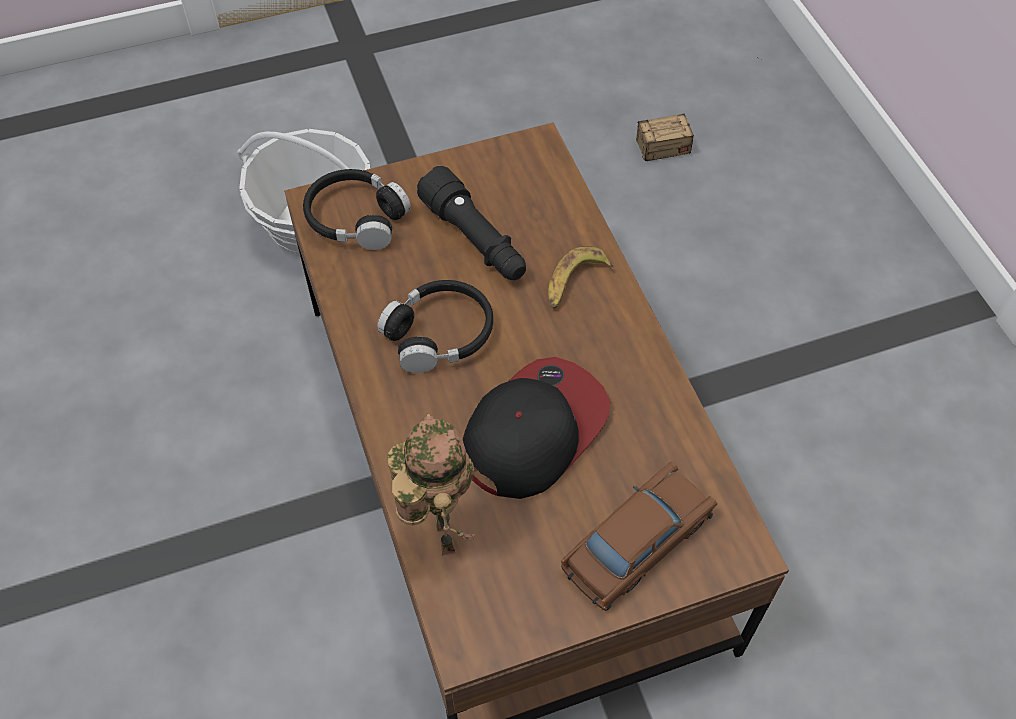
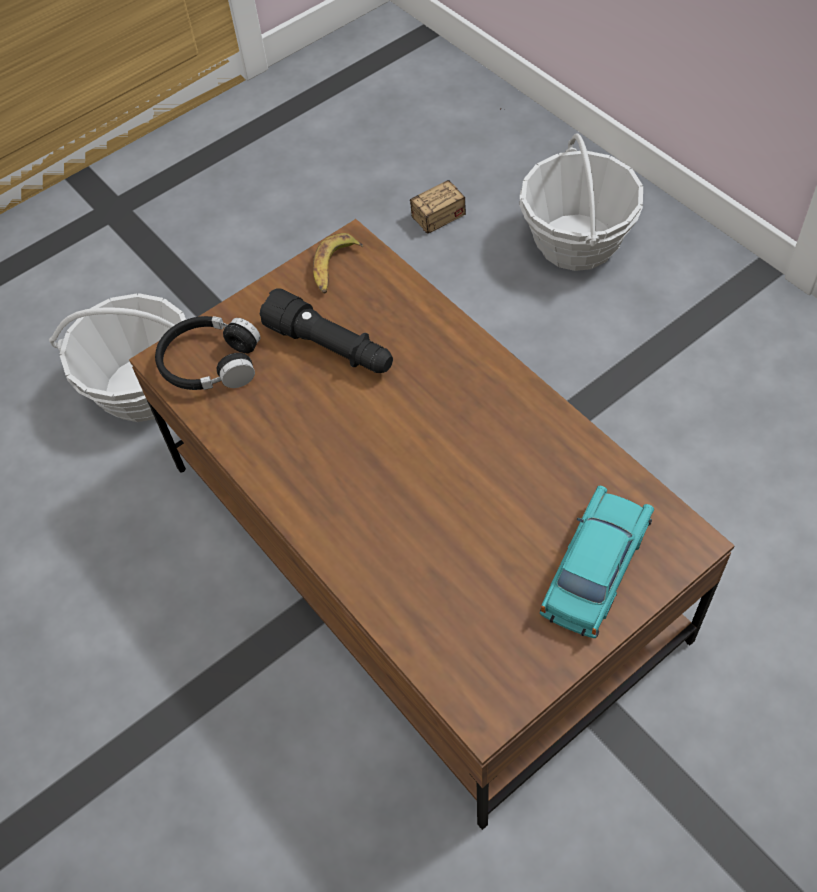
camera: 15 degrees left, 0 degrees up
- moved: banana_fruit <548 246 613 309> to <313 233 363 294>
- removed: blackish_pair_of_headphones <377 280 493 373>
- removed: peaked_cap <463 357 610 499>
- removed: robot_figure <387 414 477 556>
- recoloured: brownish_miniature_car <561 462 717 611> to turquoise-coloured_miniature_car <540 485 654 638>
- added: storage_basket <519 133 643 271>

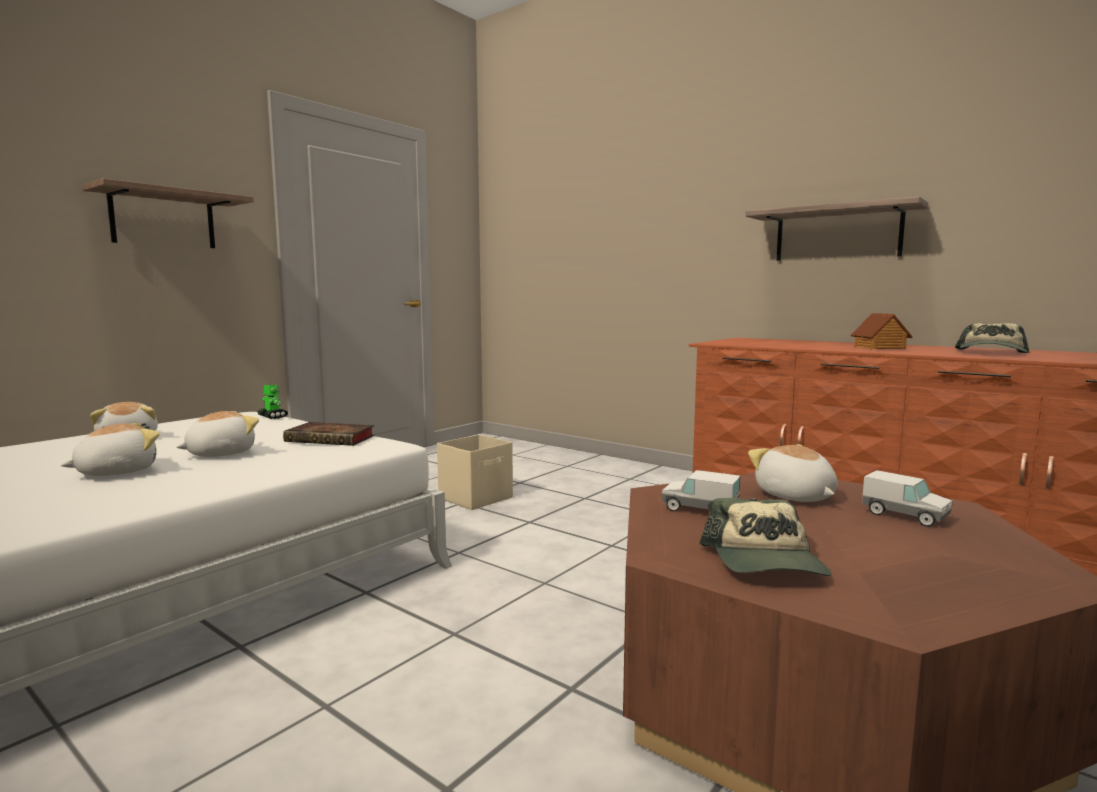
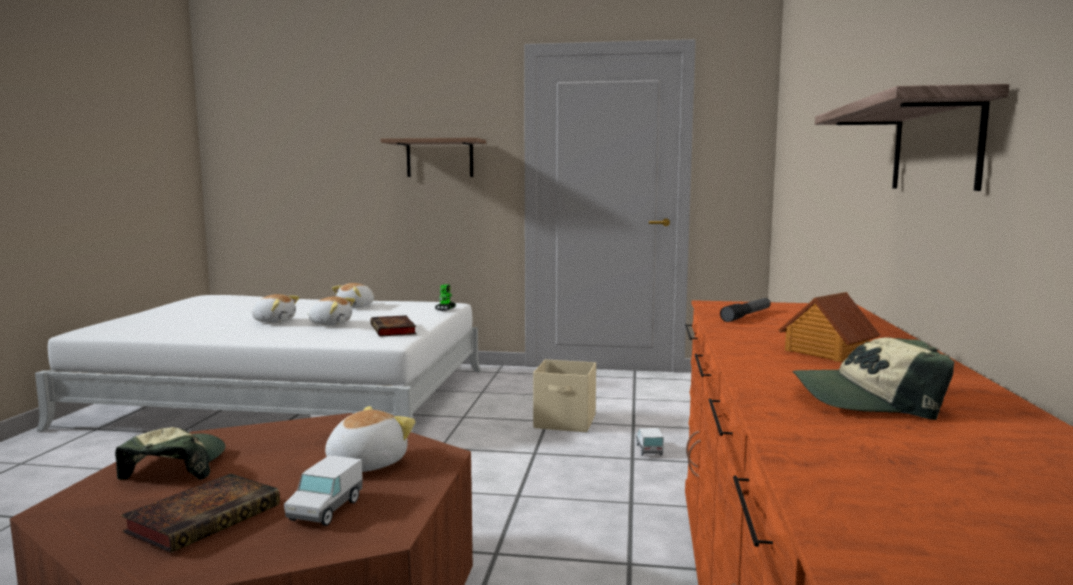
camera: 60 degrees right, 0 degrees up
- moved: toy_truck <662 470 741 511> to <636 428 664 455>
- turned: peaked_cap <699 497 832 576> = <115 427 226 480> 120 degrees clockwise
- added: torch <720 298 771 322>
- added: volume <121 474 280 553>

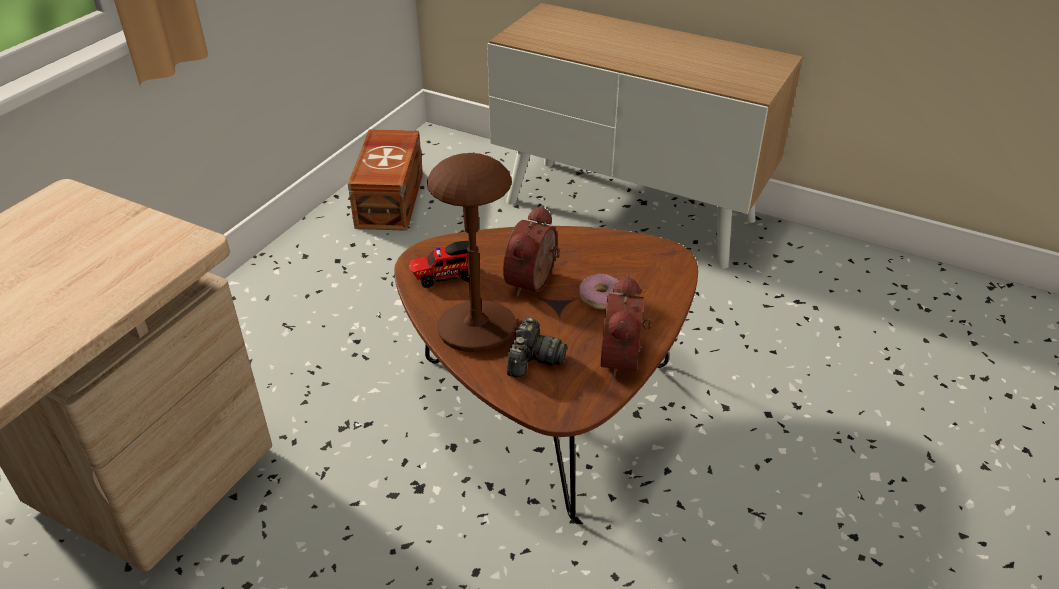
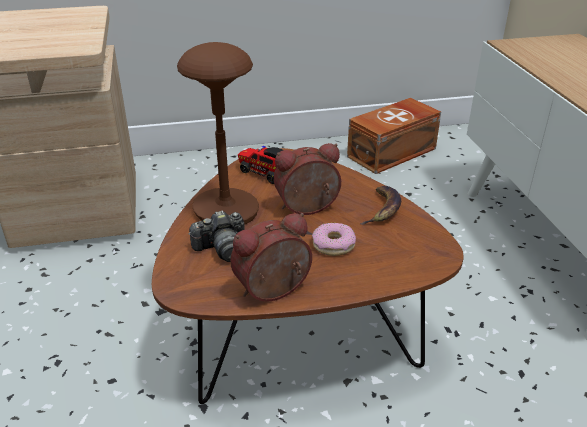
camera: 50 degrees right, 5 degrees down
- added: banana_fruit <360 186 401 225>

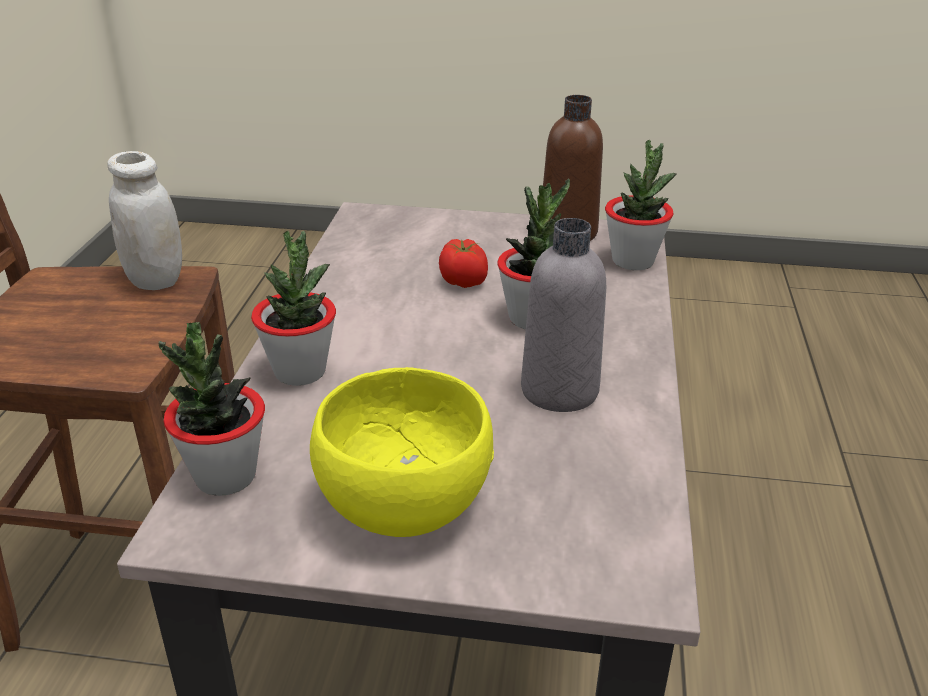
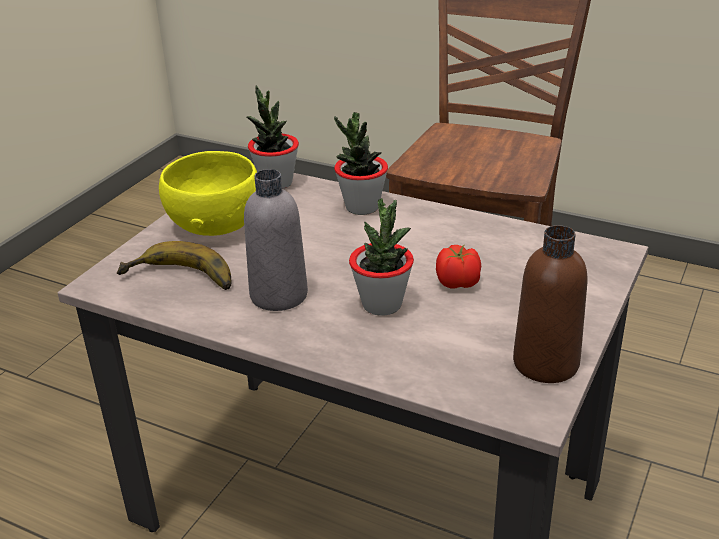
camera: 110 degrees right, 0 degrees up
- removed: potted_plant <605 140 677 270>
- removed: whitish_storage_jar <108 151 182 290>
- added: banana_fruit <117 241 231 290>

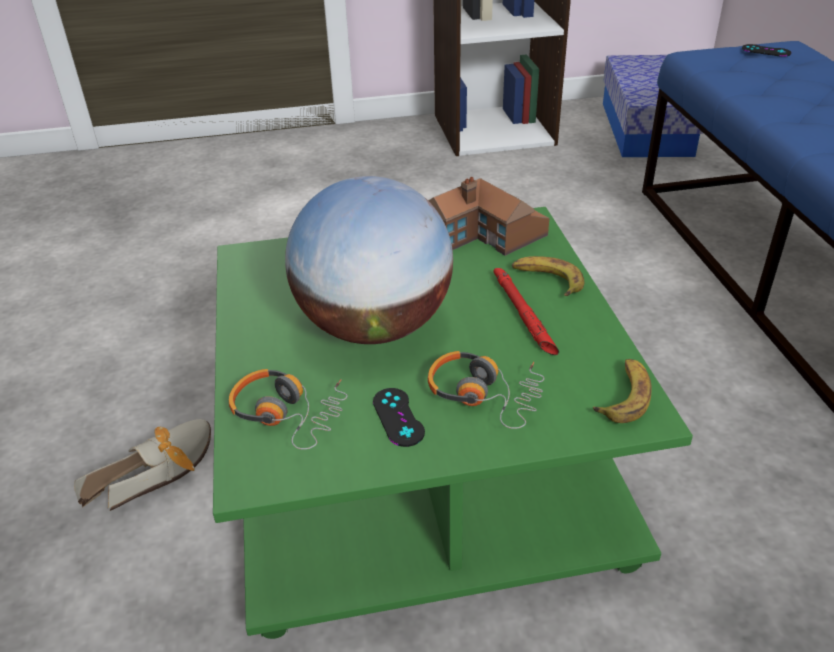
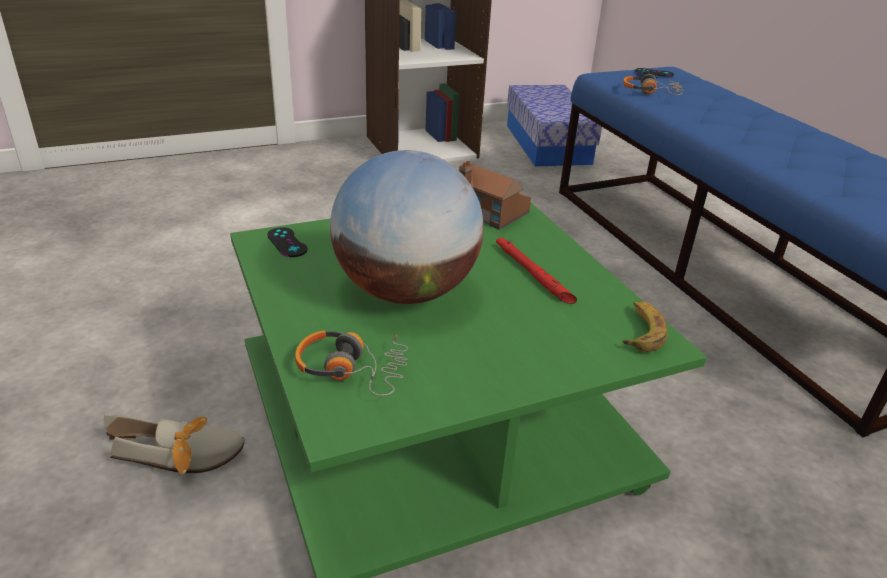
camera: 15 degrees left, 5 degrees down
- removed: banana_fruit <512 256 584 296>
- moved: pair_of_headphones <428 351 544 429> to <623 74 684 95>
- moved: blackish_gamepad <373 388 425 447> to <267 227 307 257>
- turned: shoe <74 419 211 511> = <104 414 245 475> 60 degrees clockwise

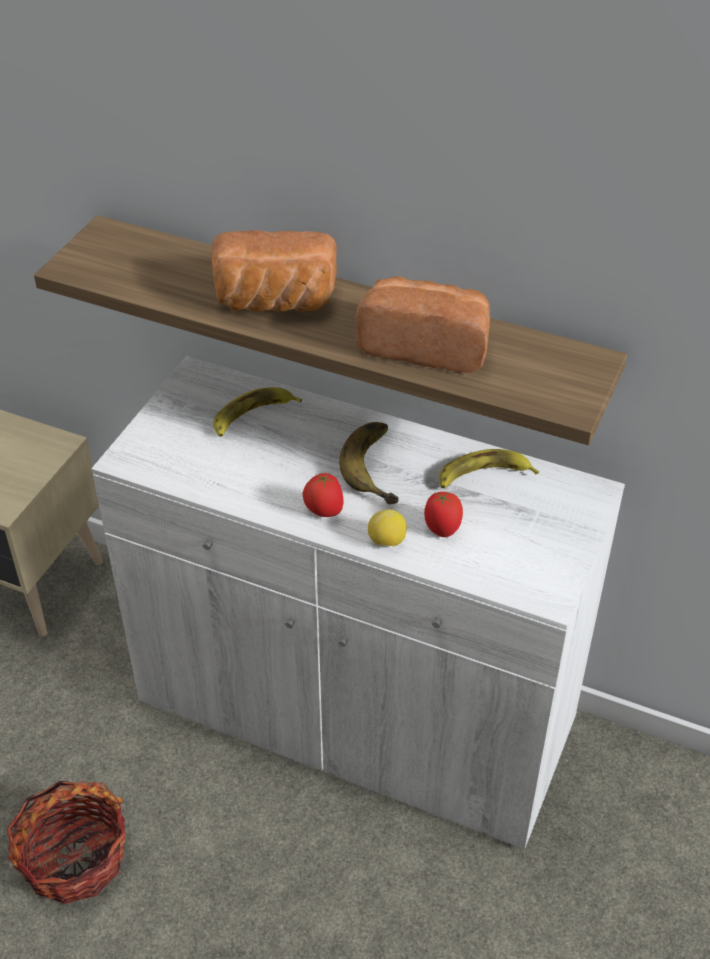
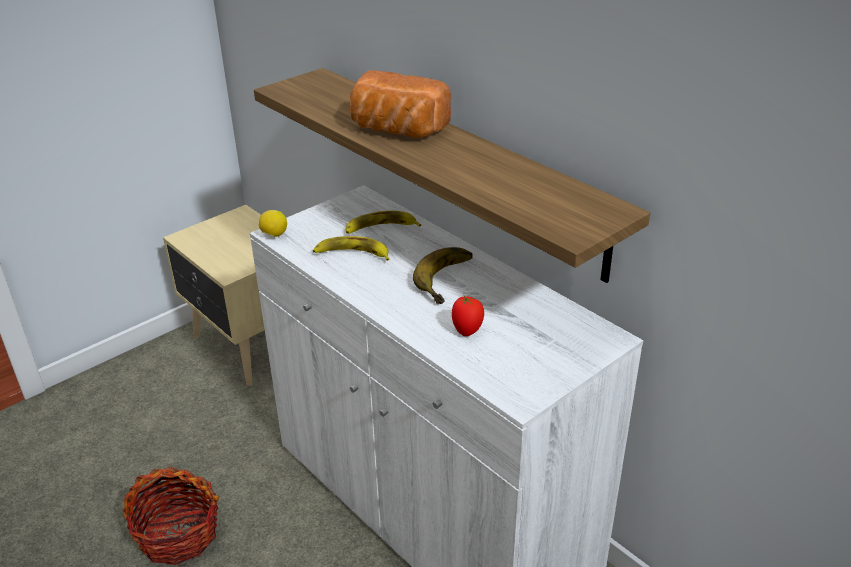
camera: 25 degrees right, 10 degrees down
- removed: baked_bread <355 276 490 373>
- moved: banana_fruit <439 449 539 488> to <313 236 389 261>
- removed: whole_tomato <302 473 344 517>
- moved: lemon <368 509 407 546> to <259 210 287 237>

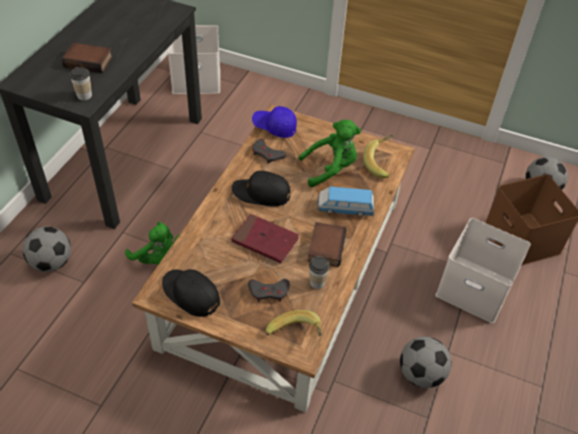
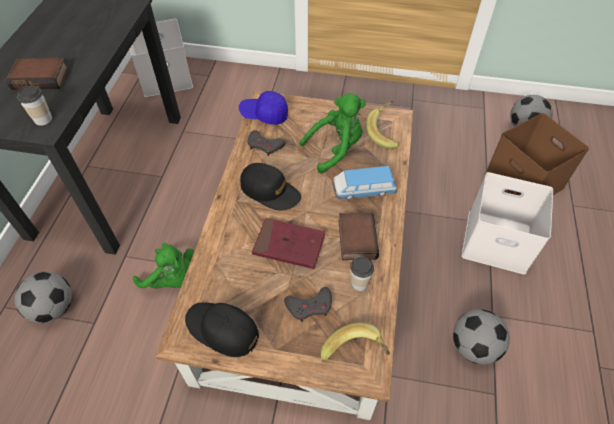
camera: 10 degrees left, 5 degrees up
- turned: blackish_peaked_cap <232 171 290 207> = <240 163 301 211> 150 degrees counterclockwise

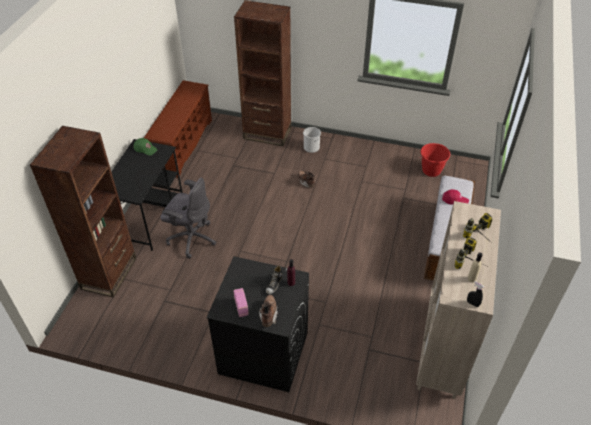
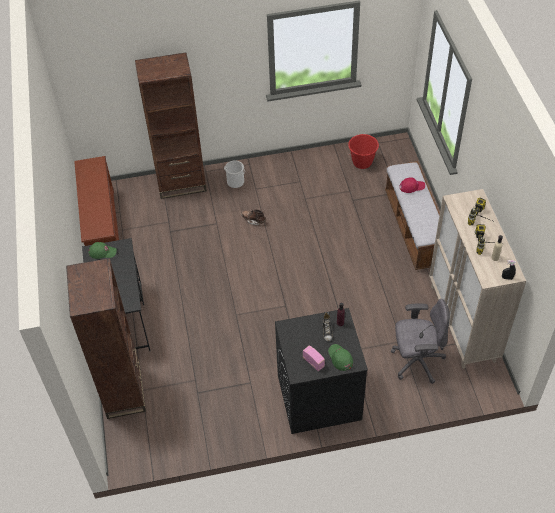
camera: 25 degrees left, 5 degrees up
- moved: grey_desk_chair <160 178 216 259> to <391 299 450 384>
- replaced: brownish_tall_boot <259 295 278 327> to green-coloured_peaked_cap <328 344 353 371>

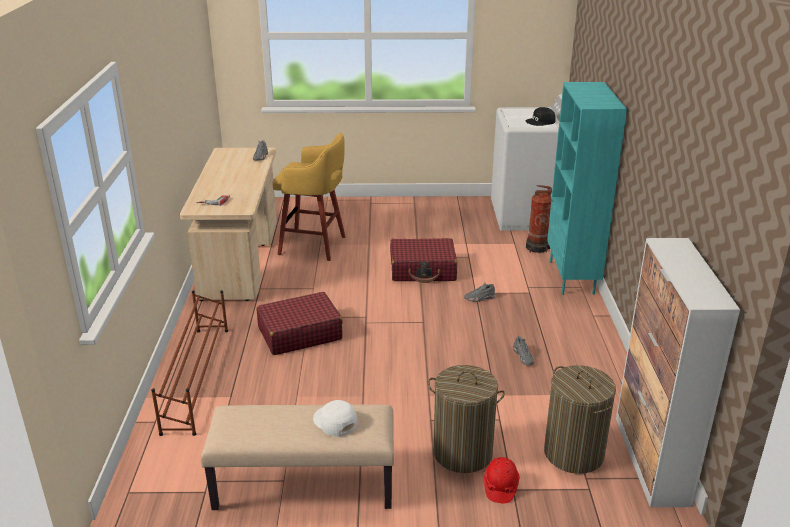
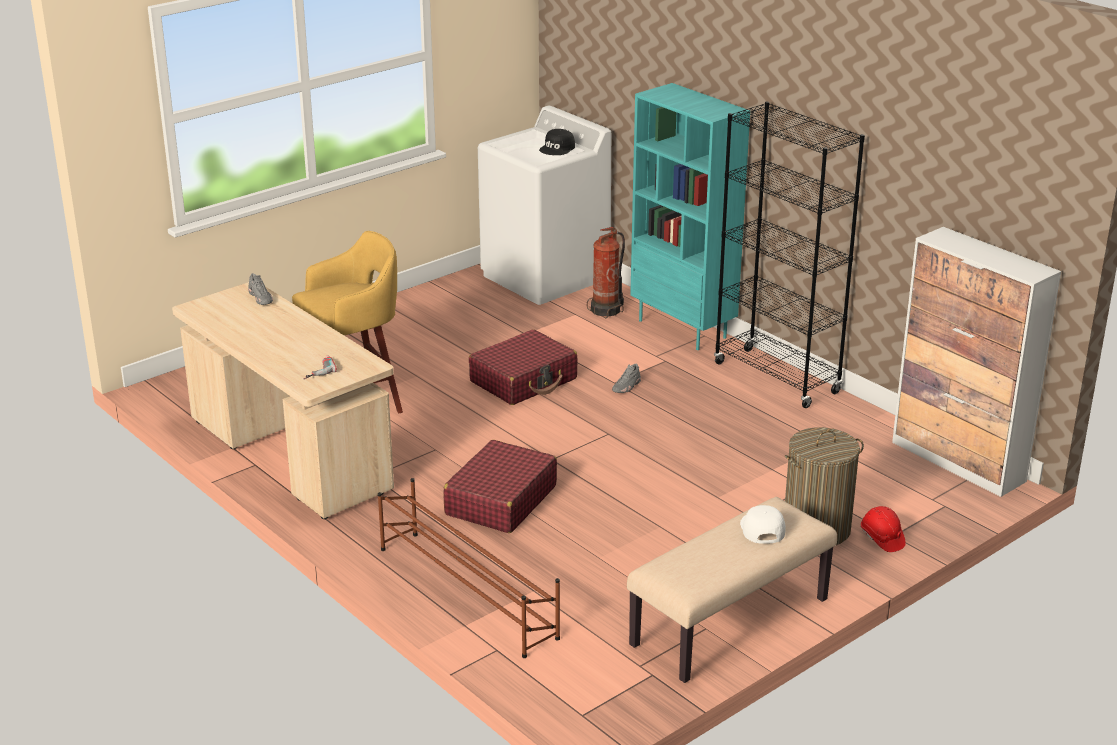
camera: 40 degrees left, 0 degrees up
- removed: grey_shoe <513 336 534 365>
- removed: hamper <544 365 616 474>
- turned: whitish_peaked_cap <313 400 357 437> = <740 505 786 544> 75 degrees clockwise
- added: blackish_bookcase <714 102 865 408>

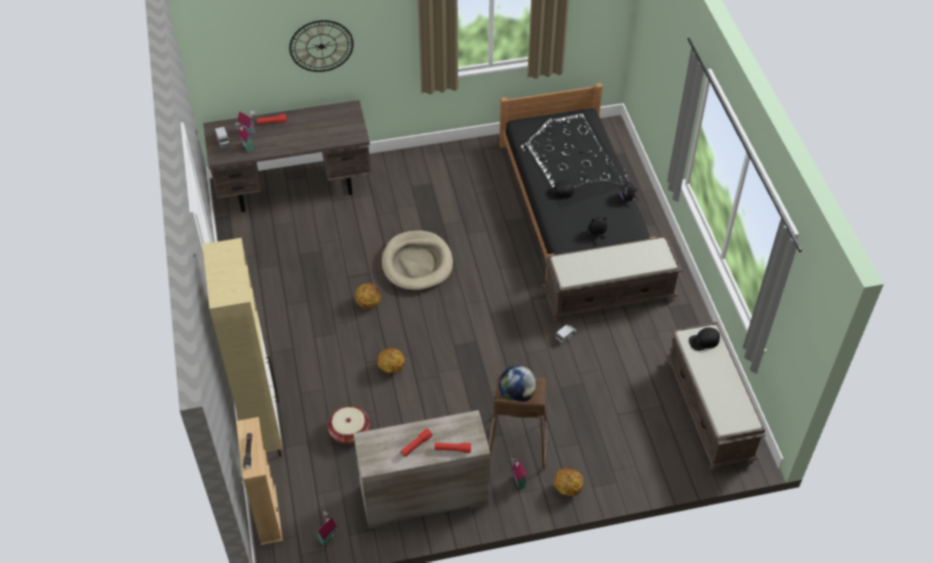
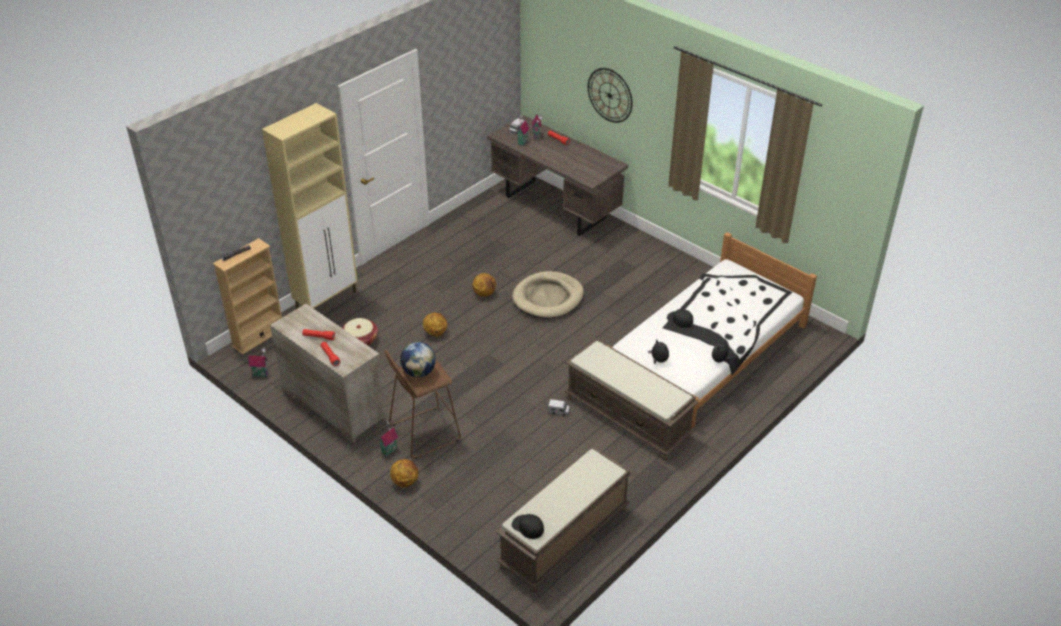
camera: 55 degrees right, 10 degrees down
- recoloured: blackish_sleeping_bed <499 83 656 280> to whitish_sleeping_bed <608 232 817 429>
- moved: blackish_peaked_cap <689 327 720 351> to <512 514 544 539>

